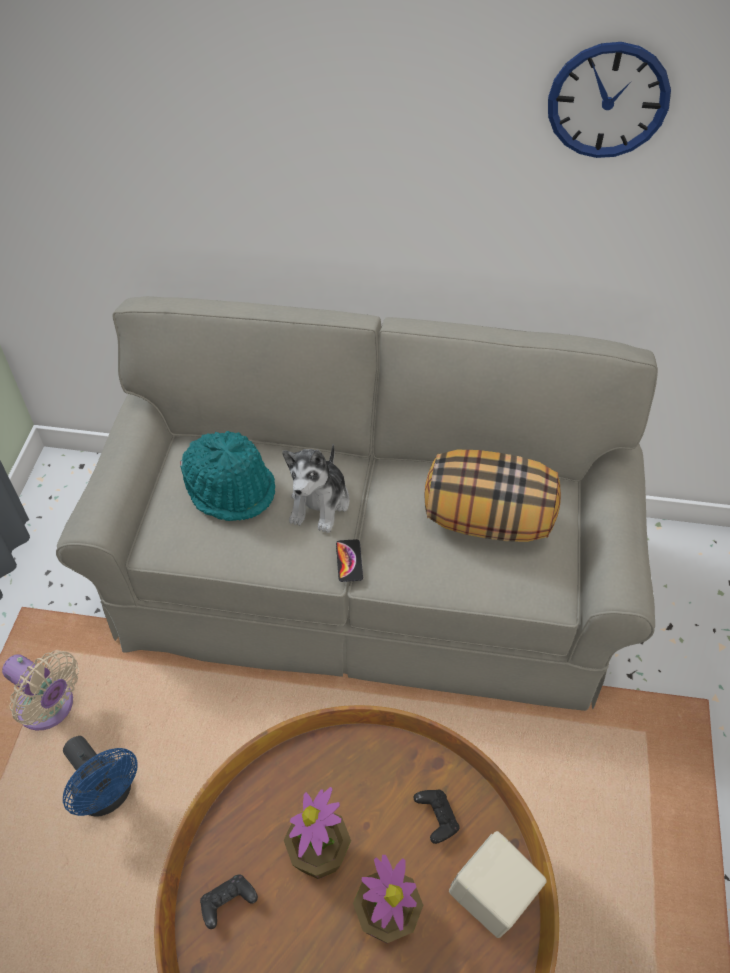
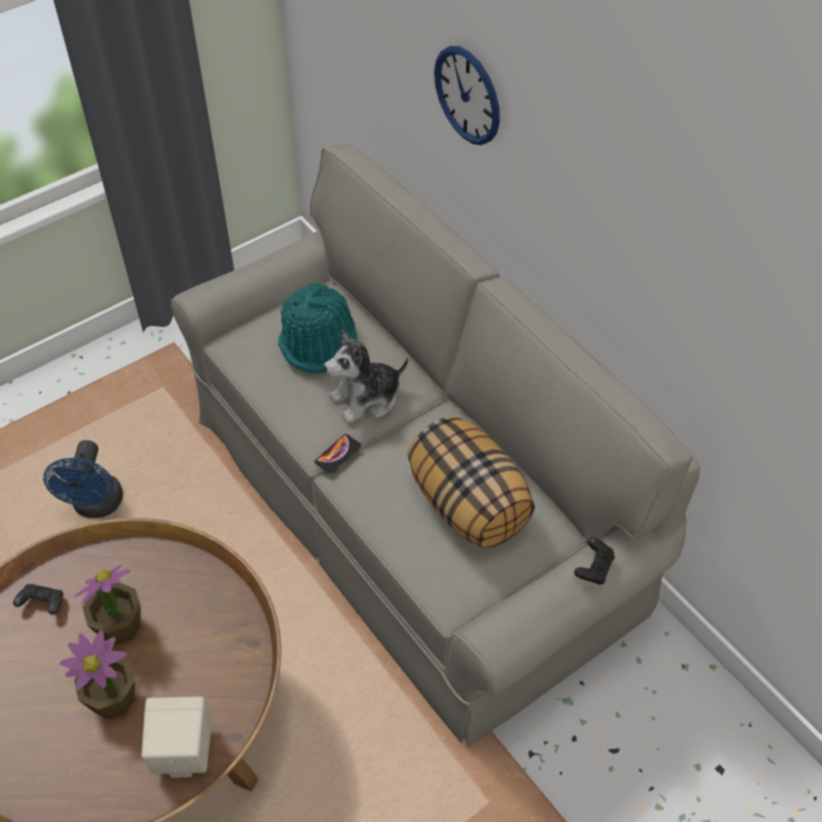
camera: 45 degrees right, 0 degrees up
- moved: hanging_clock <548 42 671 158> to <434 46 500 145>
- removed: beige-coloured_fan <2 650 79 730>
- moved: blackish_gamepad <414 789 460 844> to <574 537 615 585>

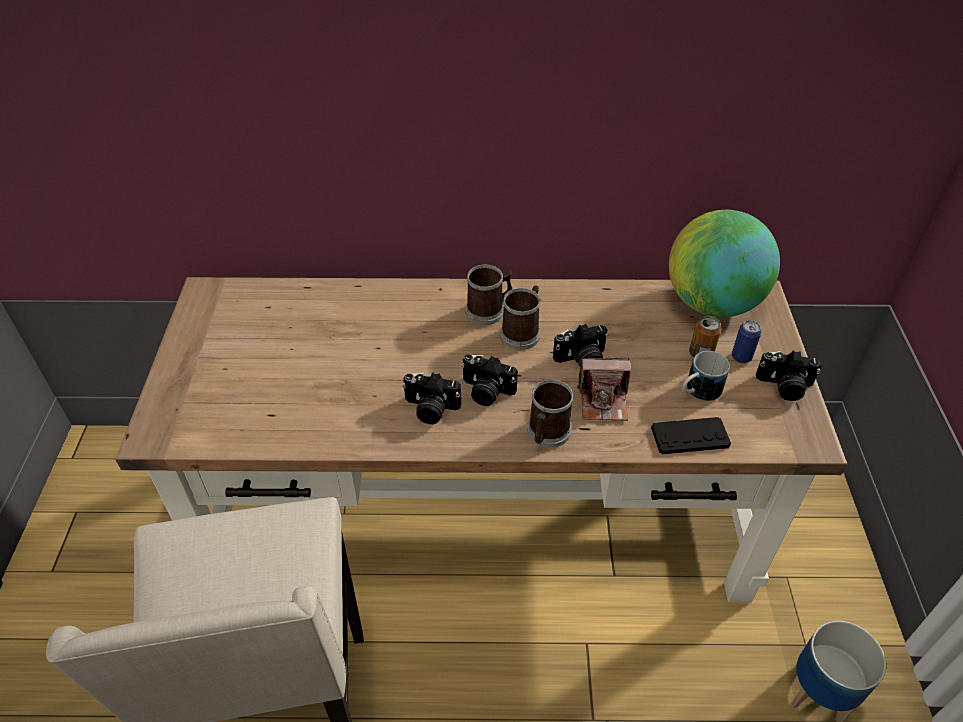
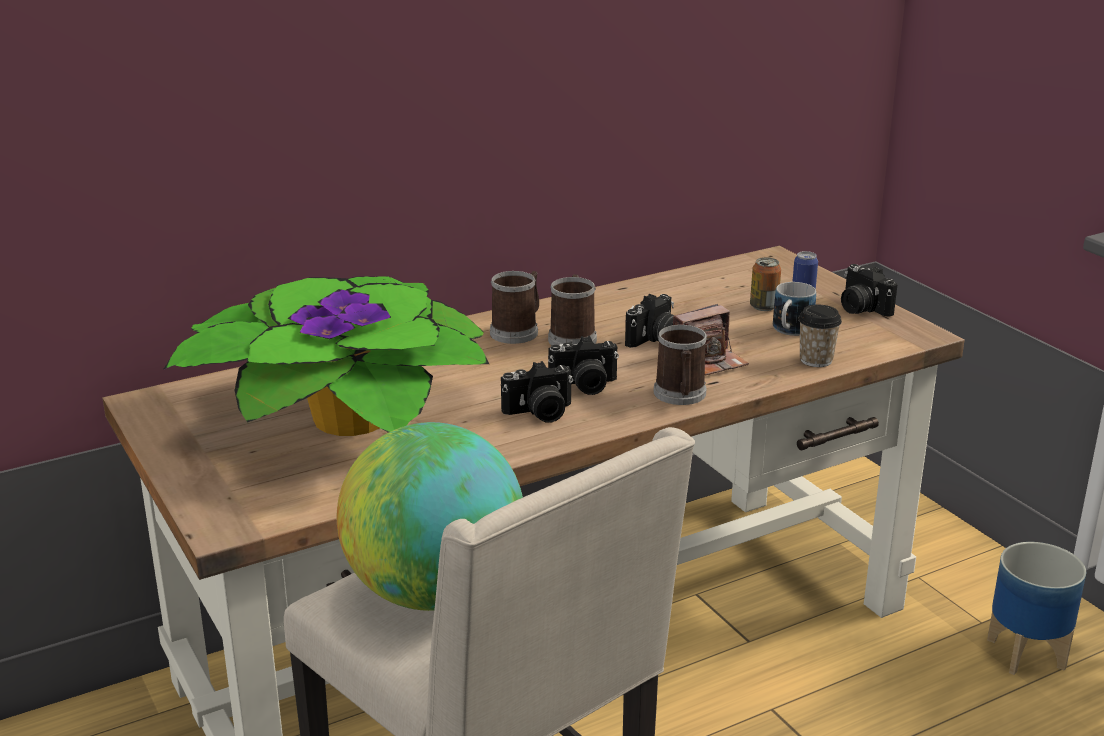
camera: 30 degrees left, 20 degrees down
- moved: desk_globe <669 210 780 317> to <337 422 523 611>
- turned: photo_camera <756 350 821 401> = <841 264 897 317> 75 degrees clockwise
- replaced: blackish_gamepad <651 417 731 454> to drinking_cup <798 305 842 367>
- added: potted_plant <164 277 489 436>

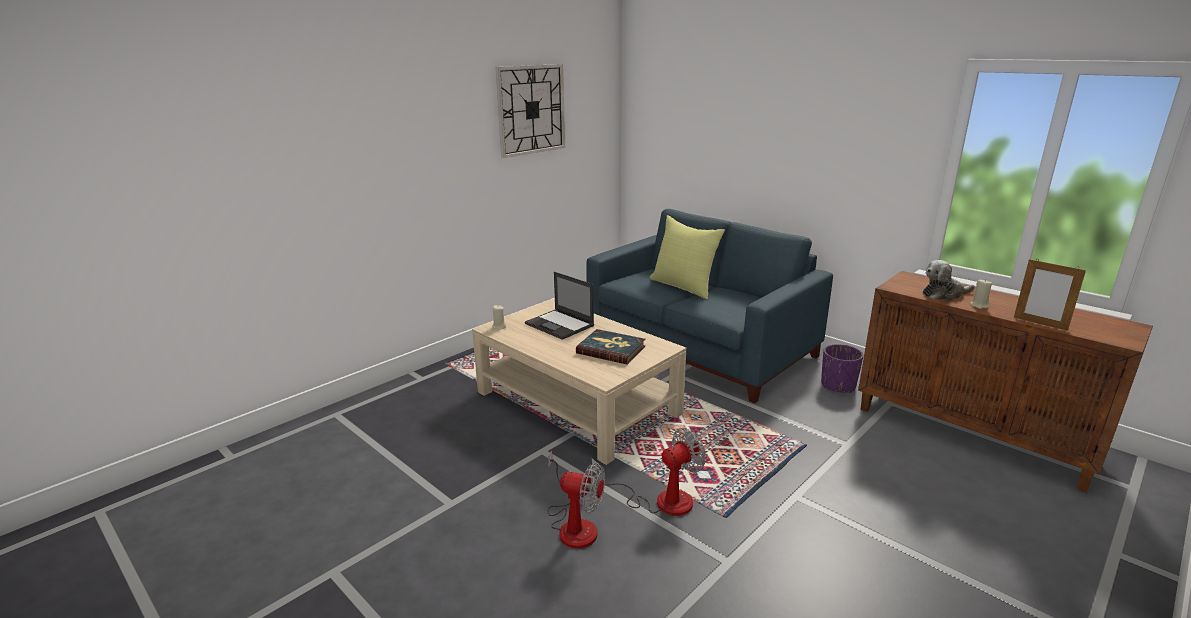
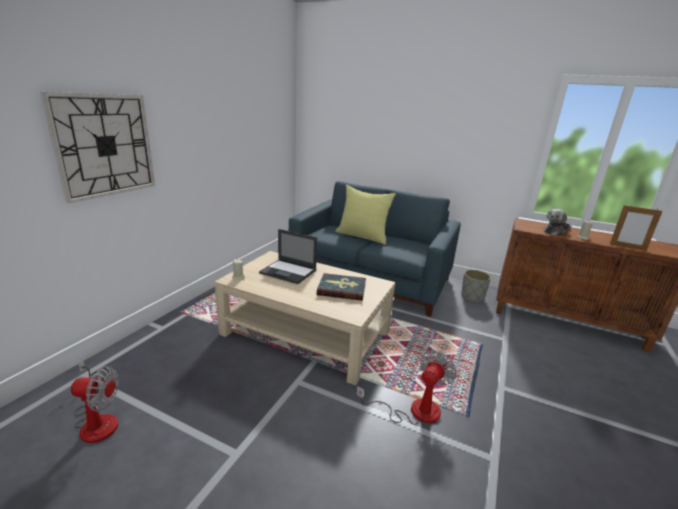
camera: 20 degrees left, 0 degrees up
- moved: hanging_clock <496 64 565 158> to <40 92 155 203>
- recoloured: purple_plant_pot <821 344 863 393> to grey_plant_pot <461 270 491 302>
- moved: fan <547 451 605 549> to <71 359 119 443>

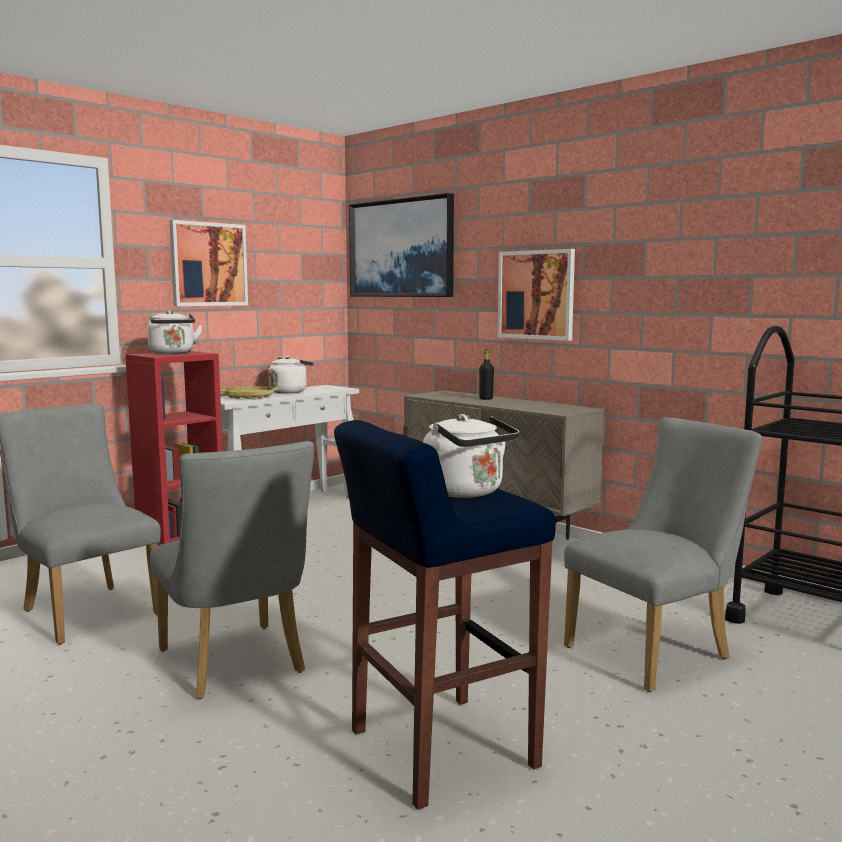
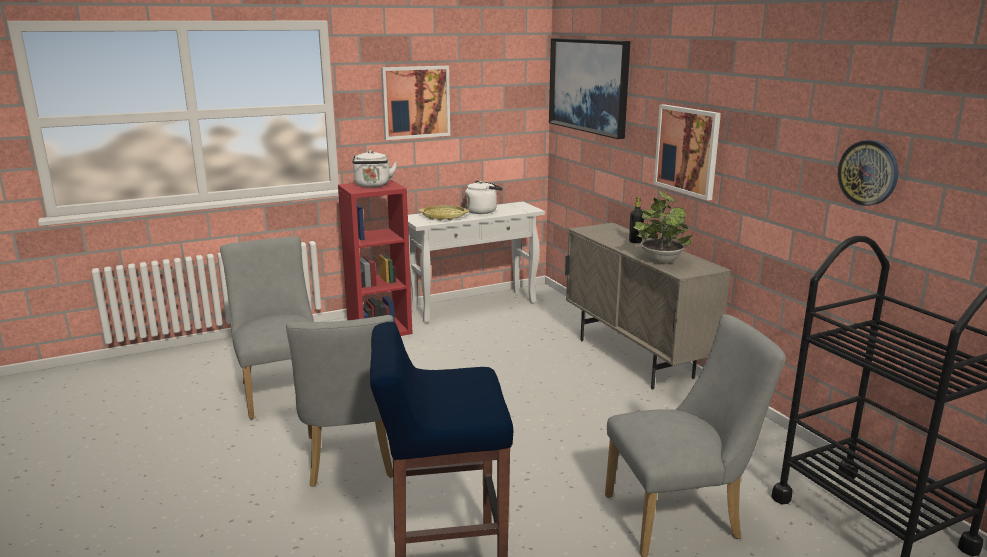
camera: 20 degrees right, 10 degrees up
- removed: whitish_tea_kettle <423 414 519 498>
- added: hanging_clock <838 140 899 206>
- added: potted_plant <633 191 693 264>

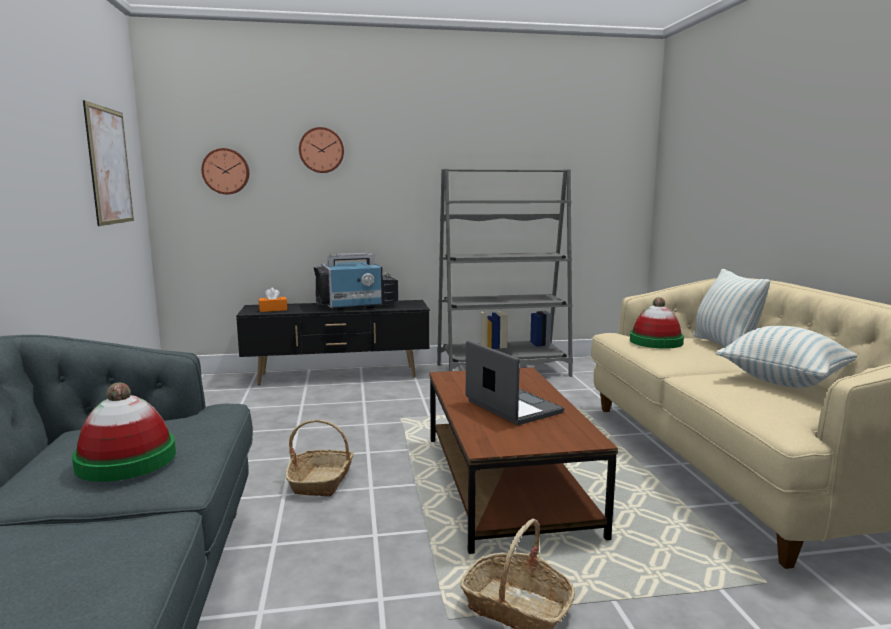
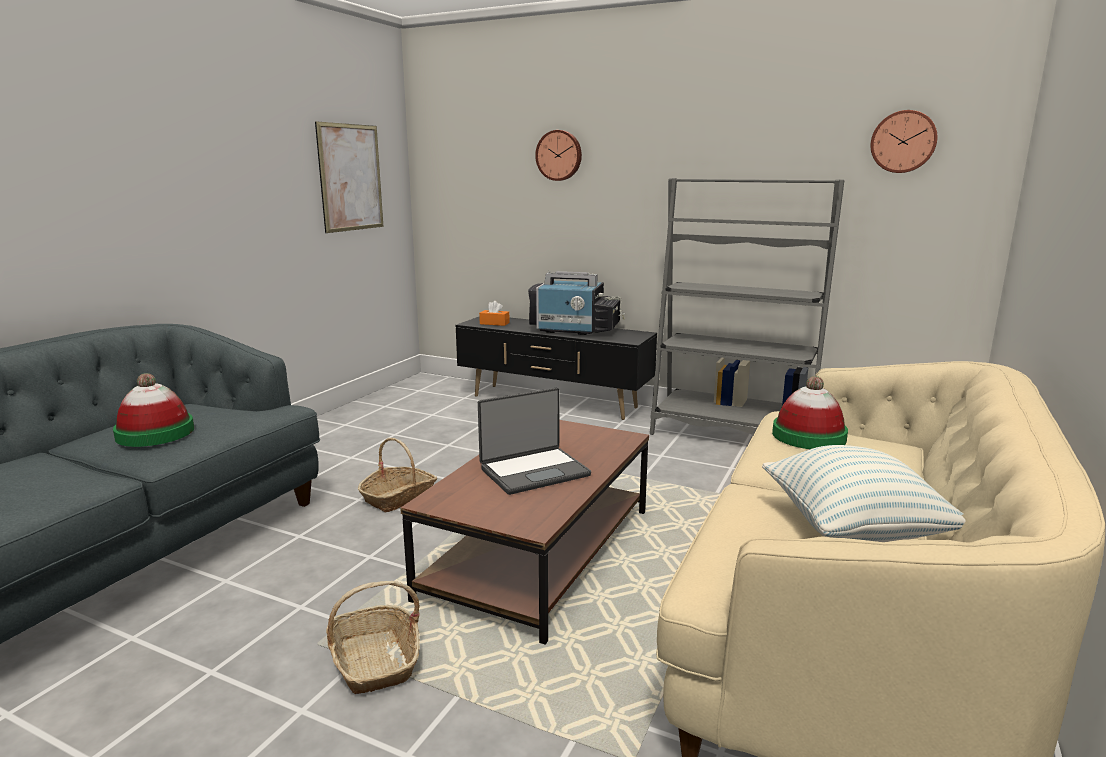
camera: 35 degrees right, 5 degrees up
- moved: hanging_clock <201 148 249 194> to <871 110 937 173>
- removed: cushion <693 269 770 347>
- turned: portable_computer <466 341 564 425> = <478 388 591 495> 60 degrees clockwise

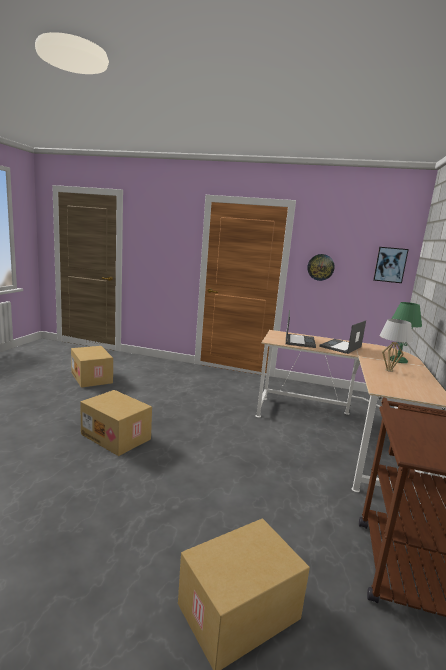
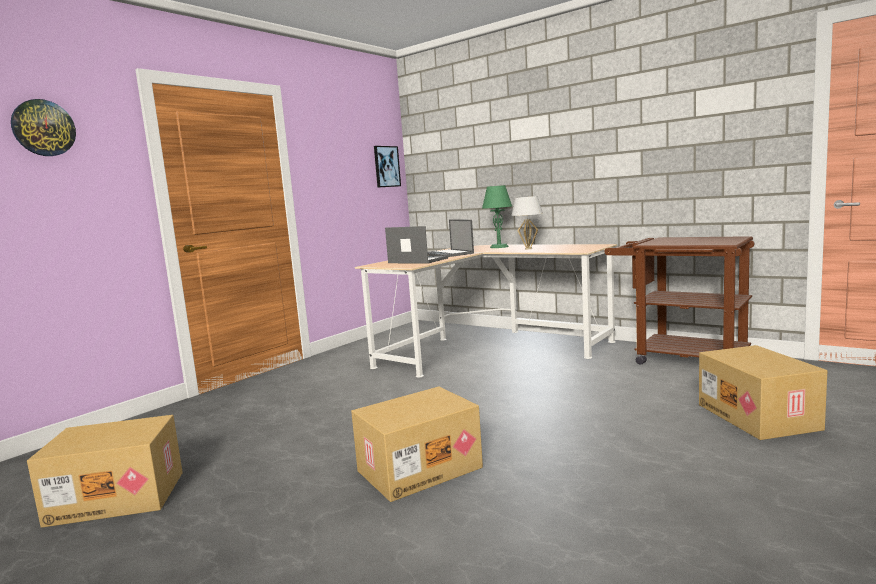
camera: 65 degrees left, 5 degrees down
- moved: hanging_clock <307 254 335 281> to <11 99 76 156>

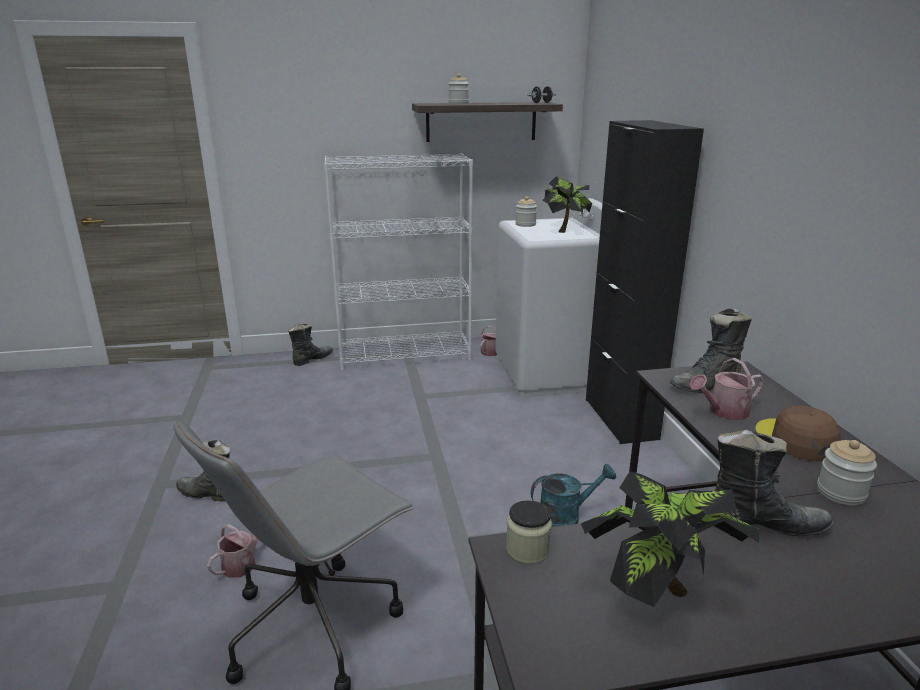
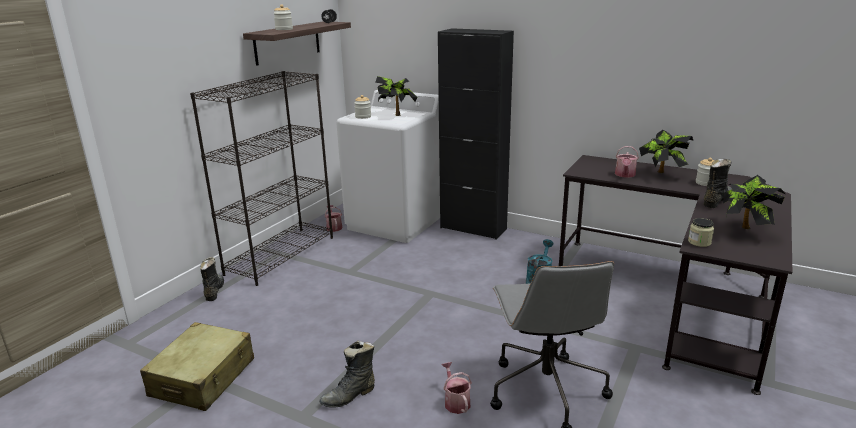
camera: 50 degrees left, 0 degrees up
- recoloured: whitish_bookcase <324 153 473 370> to blackish_bookcase <190 71 333 286>
- removed: blackish_tall_boot <670 307 752 393>
- replaced: brownish_peaked_cap <755 406 841 461> to potted_plant <639 130 694 173>
- added: beige-coloured_suitcase <140 322 254 411>

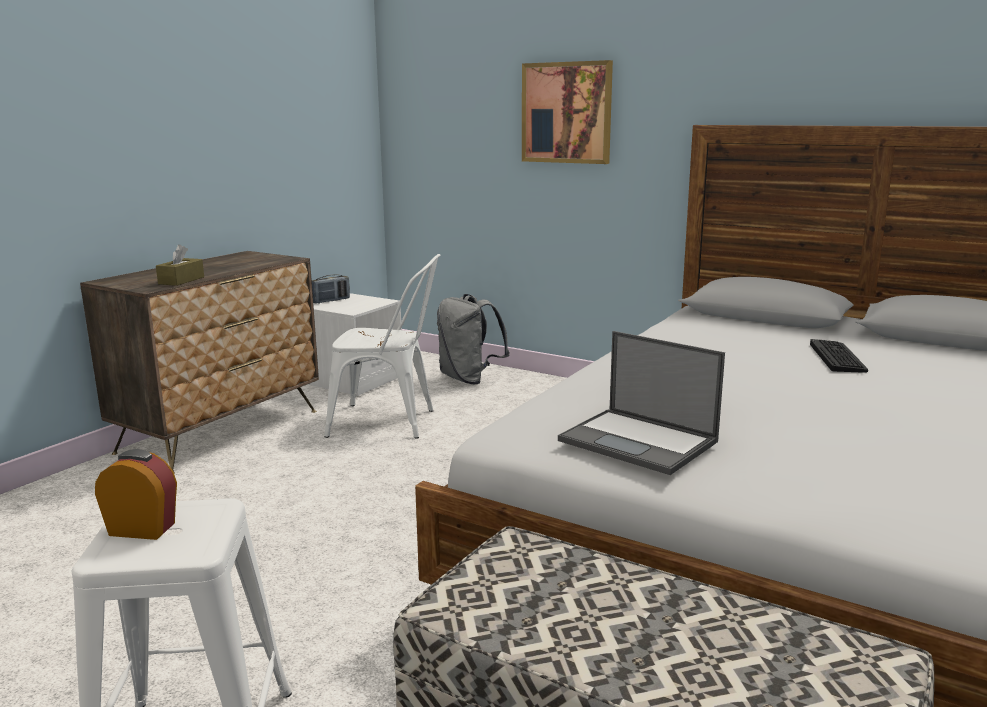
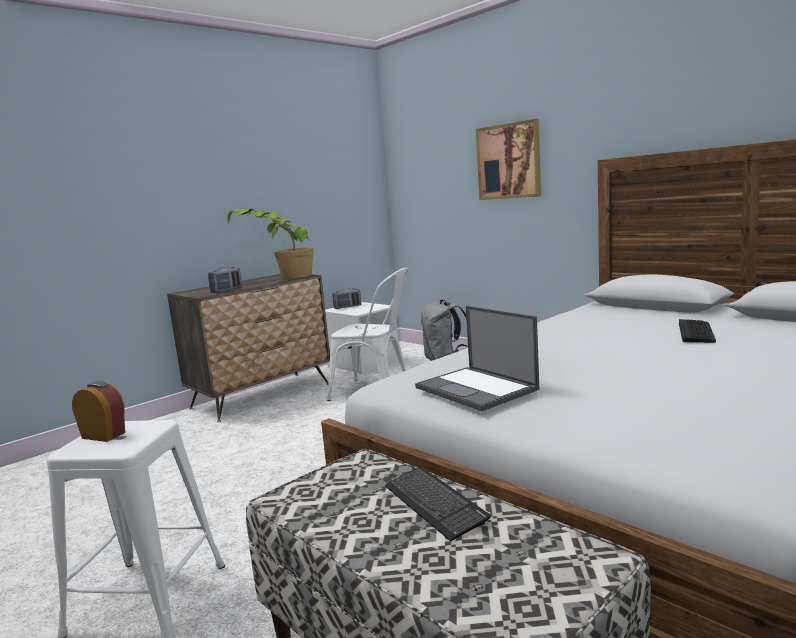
camera: 15 degrees right, 5 degrees down
- replaced: brownish_tissue_holder <156 244 204 286> to radio_receiver <208 267 242 293>
- added: potted_plant <227 208 314 279>
- added: computer_keyboard <385 467 491 541>

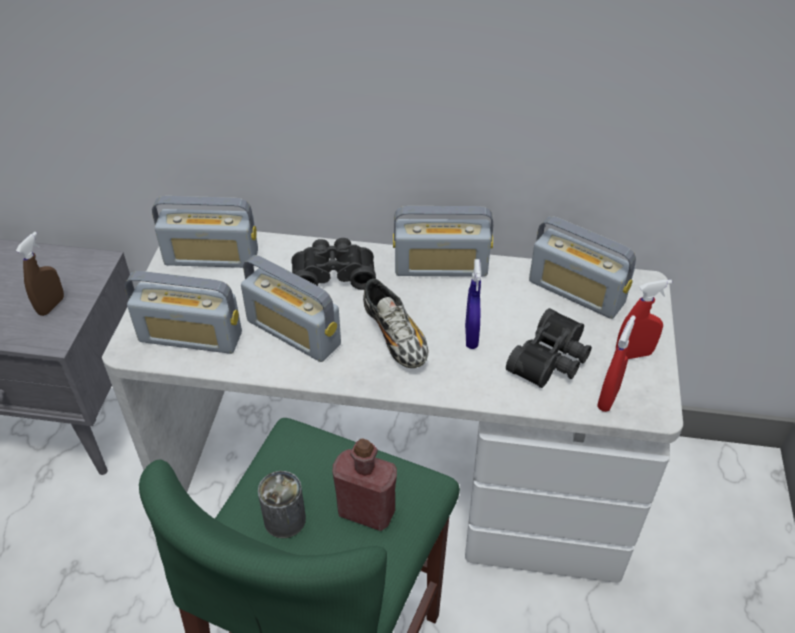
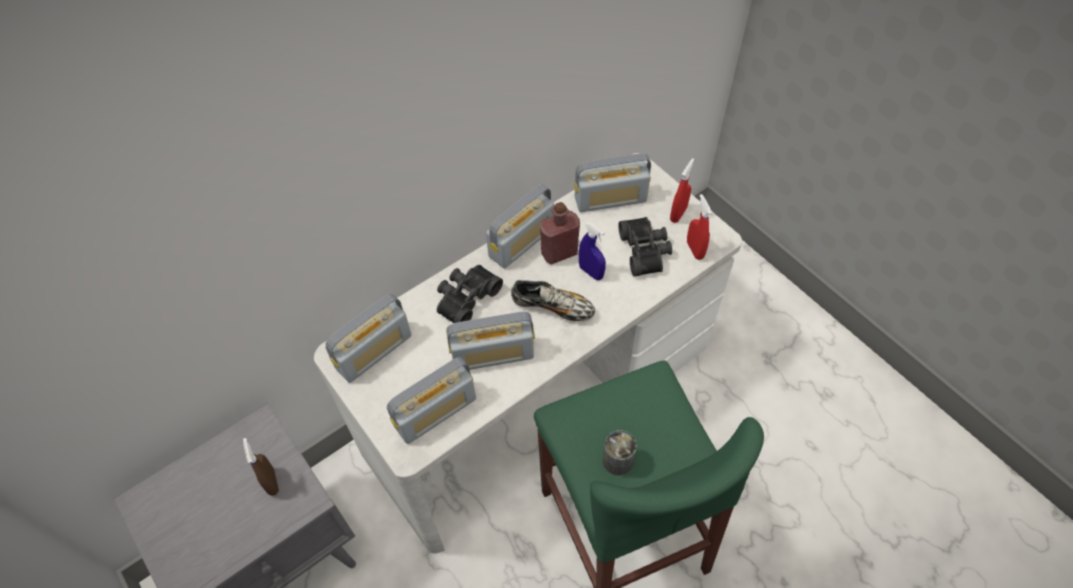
camera: 45 degrees left, 10 degrees up
- moved: reddish_drink_bottle <332 438 397 531> to <540 202 580 265>

